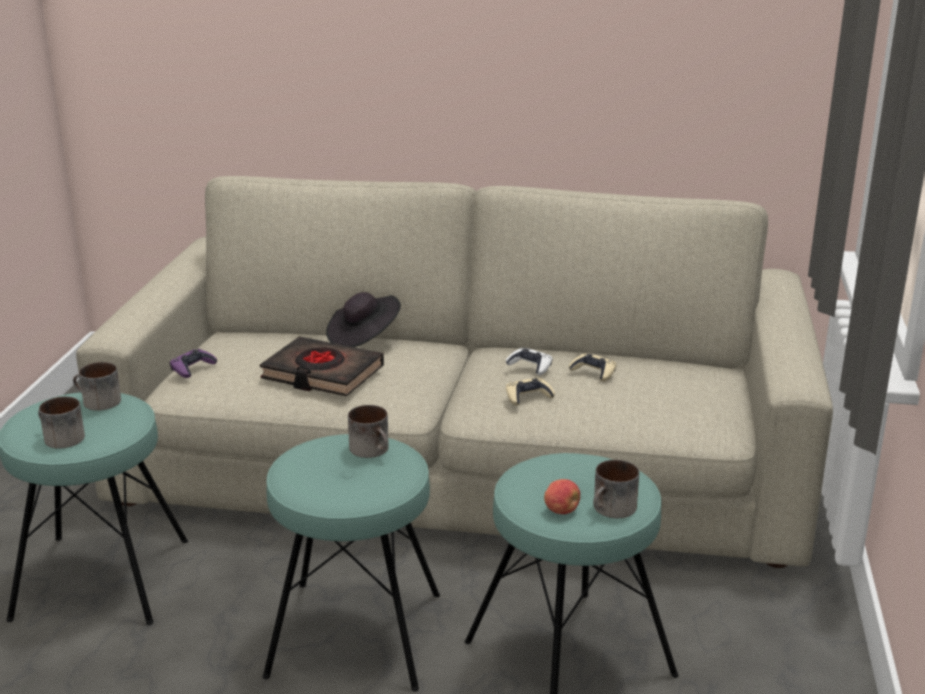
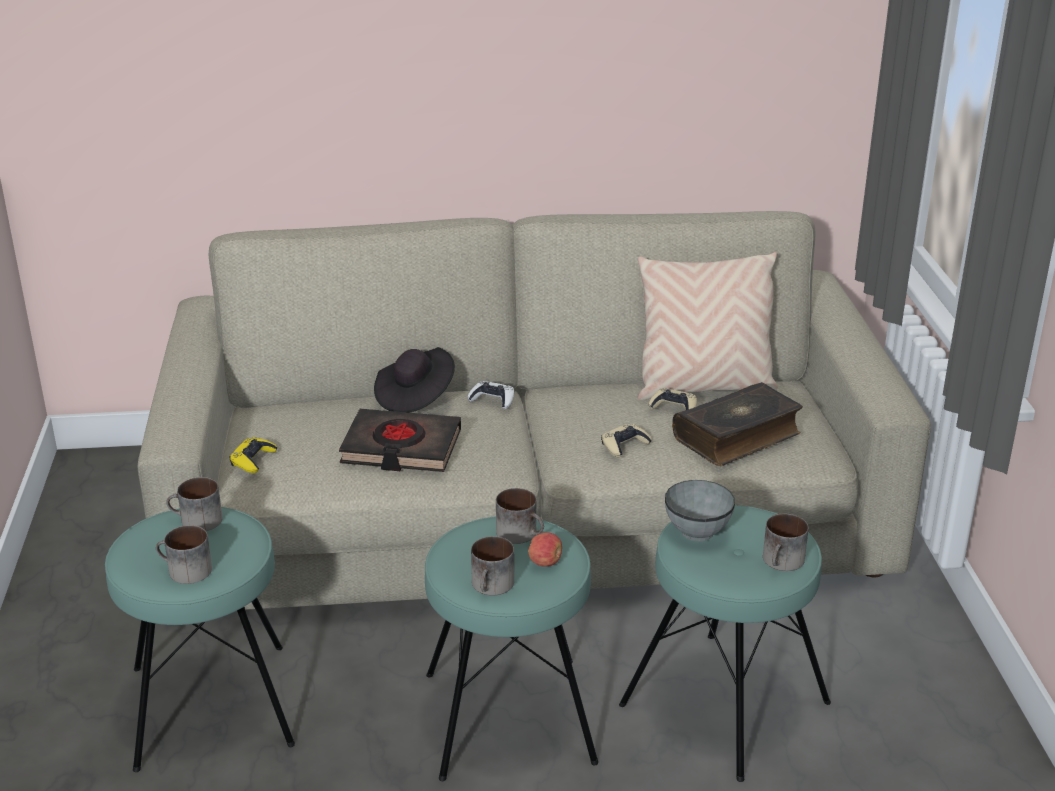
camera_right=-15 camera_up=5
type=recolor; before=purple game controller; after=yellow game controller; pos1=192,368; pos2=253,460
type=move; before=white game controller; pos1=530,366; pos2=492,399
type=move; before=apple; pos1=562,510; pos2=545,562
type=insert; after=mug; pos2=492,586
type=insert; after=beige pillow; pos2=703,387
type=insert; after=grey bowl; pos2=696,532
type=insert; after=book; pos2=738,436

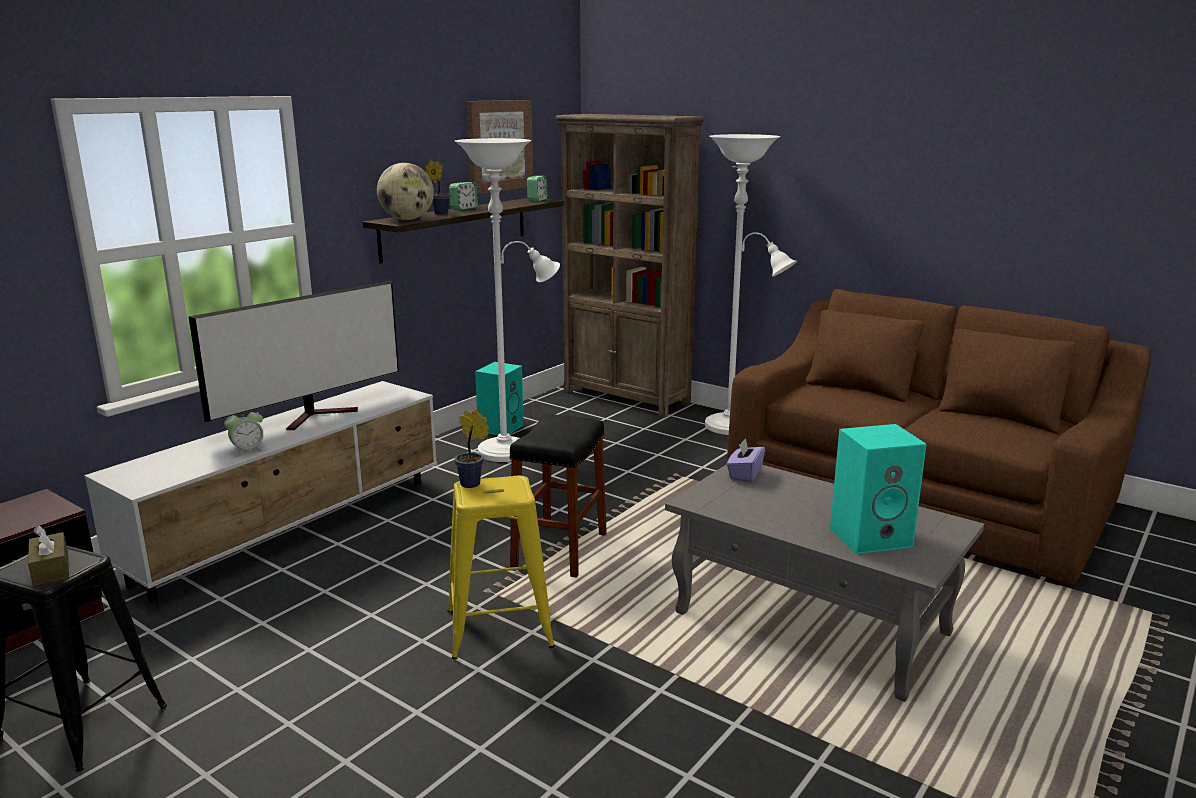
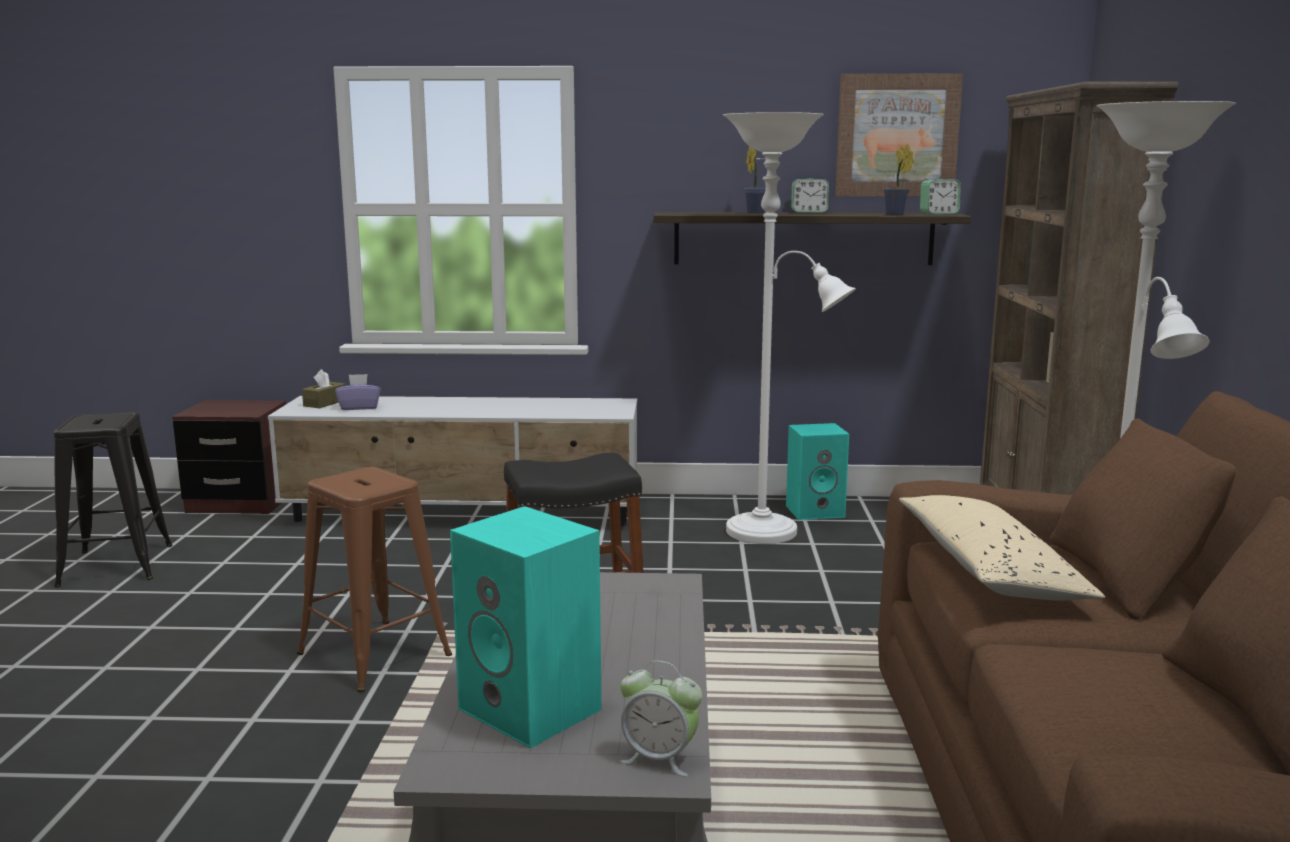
camera_right=55 camera_up=-5
type=move; before=brown tissue box; pos1=51,569; pos2=325,403
type=delete; before=television; pos1=318,416
type=move; before=alarm clock; pos1=248,451; pos2=659,759
type=delete; before=globe; pos1=407,219
type=recolor; before=yellow stool; after=brown stool; pos1=499,628; pos2=374,654
type=move; before=potted plant; pos1=473,484; pos2=896,214
type=move; before=purple tissue box; pos1=744,474; pos2=359,407
type=insert; after=beige pillow; pos2=989,570

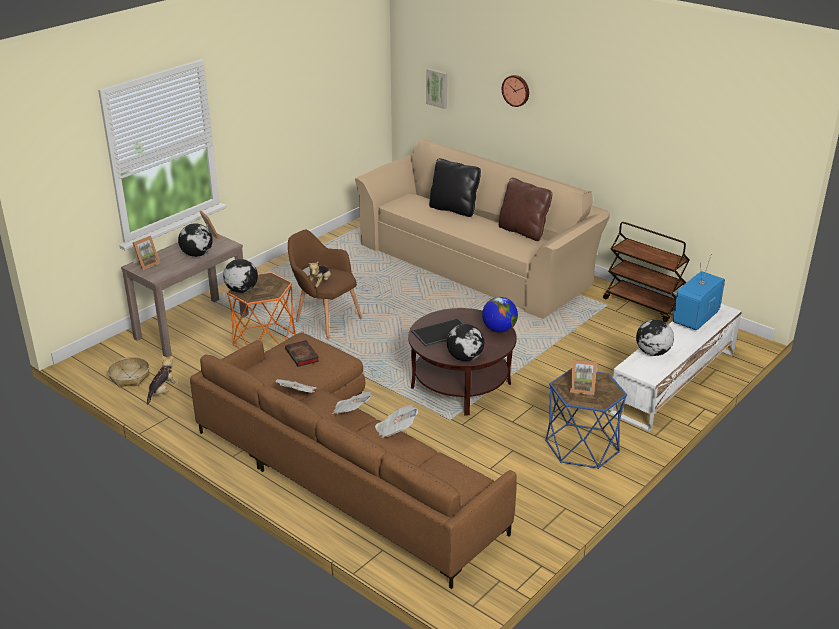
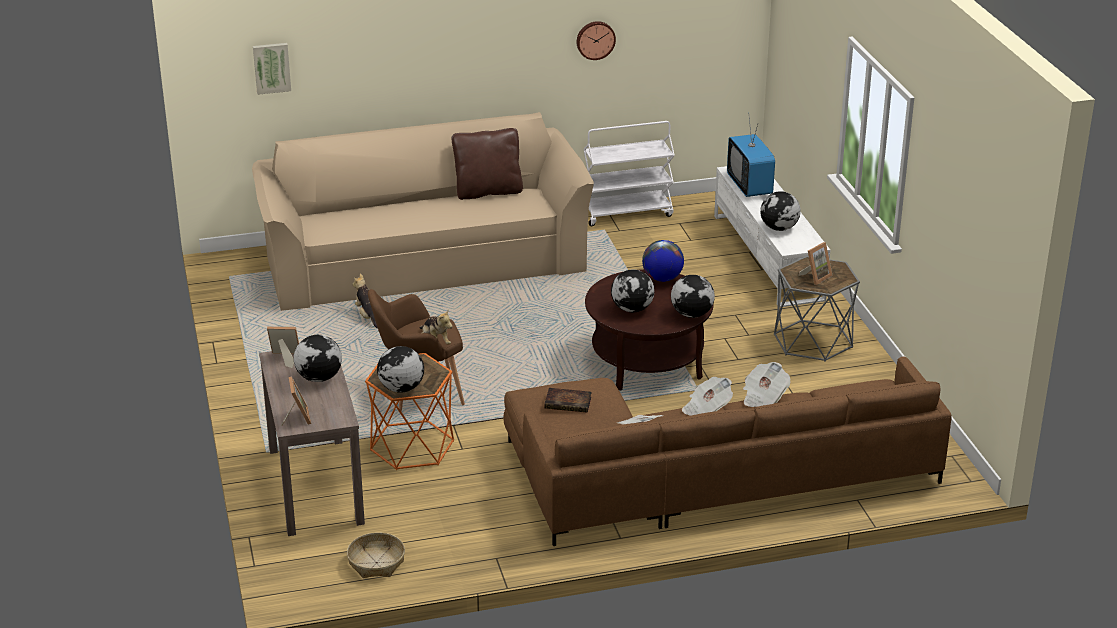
camera_right=-55 camera_up=0
type=move; before=plush toy; pos1=163,392; pos2=368,316
type=replace; before=tray; after=globe; pos1=442,333; pos2=632,309
type=delete; before=black pillow; pos1=454,209
type=move; before=wall clock; pos1=516,90; pos2=595,39
type=recolor; before=blue side table; after=grey side table; pos1=581,446; pos2=813,341
type=recolor; before=brown cart; after=white cart; pos1=643,305; pos2=627,213

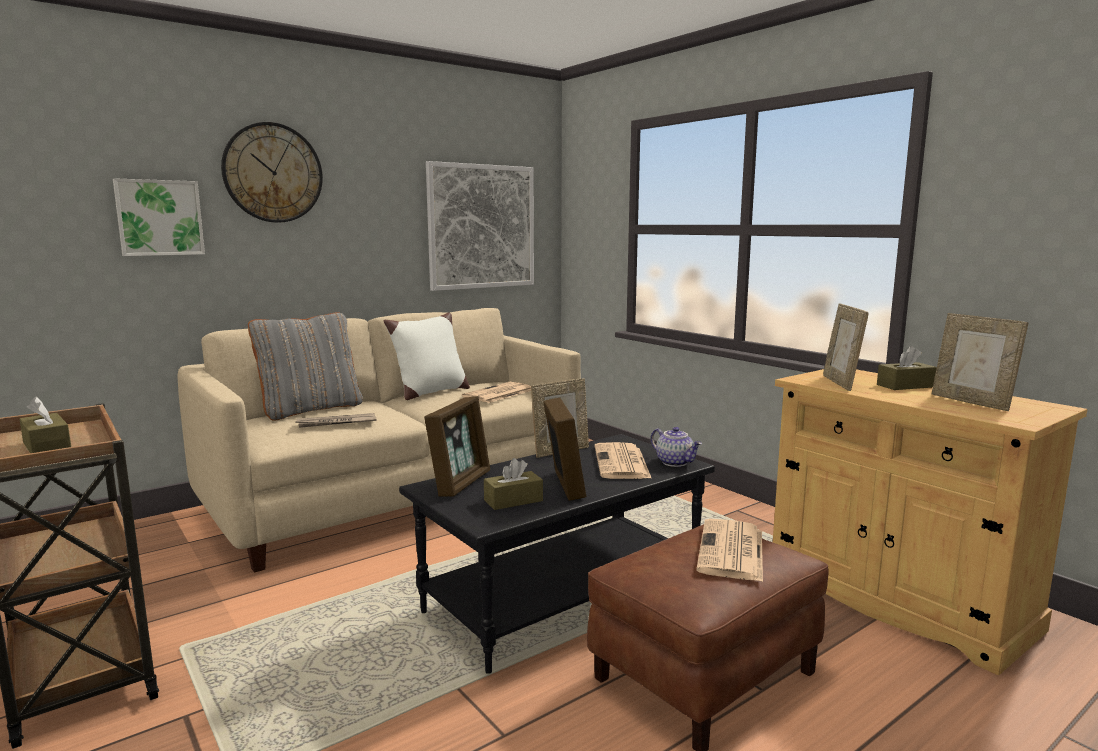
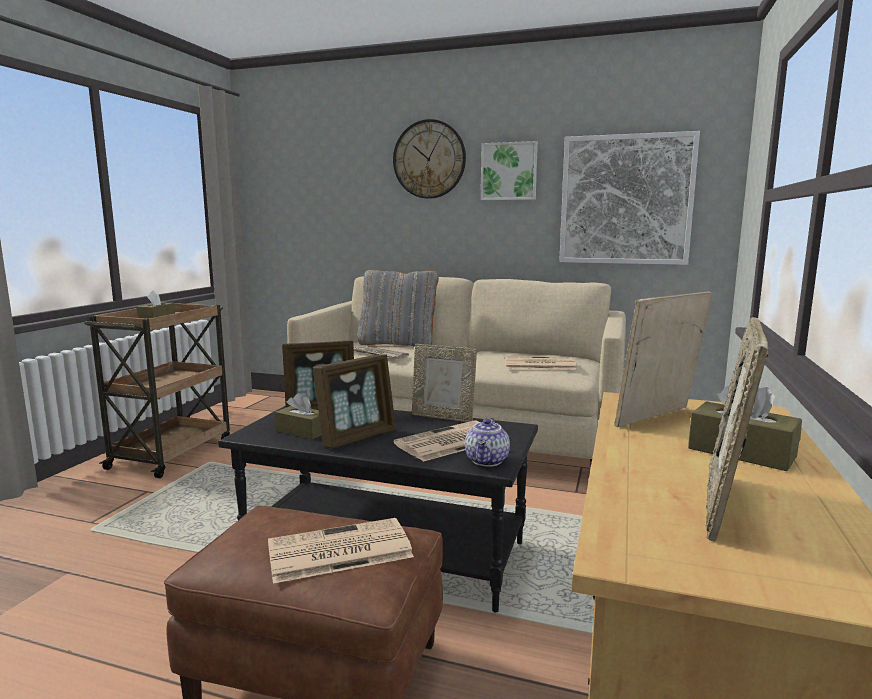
camera_right=55 camera_up=0
type=move; before=picture; pos1=159,218; pos2=509,171
type=delete; before=white pillow; pos1=430,392

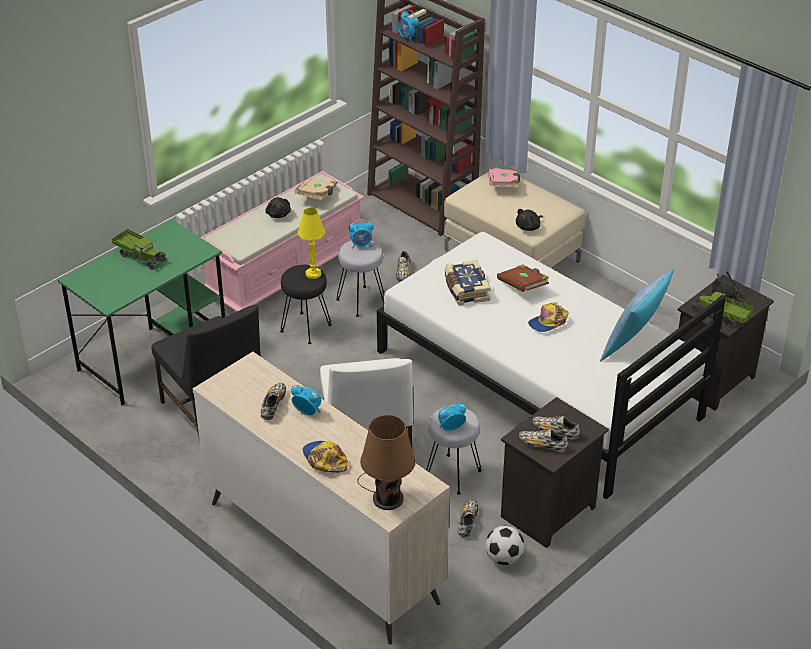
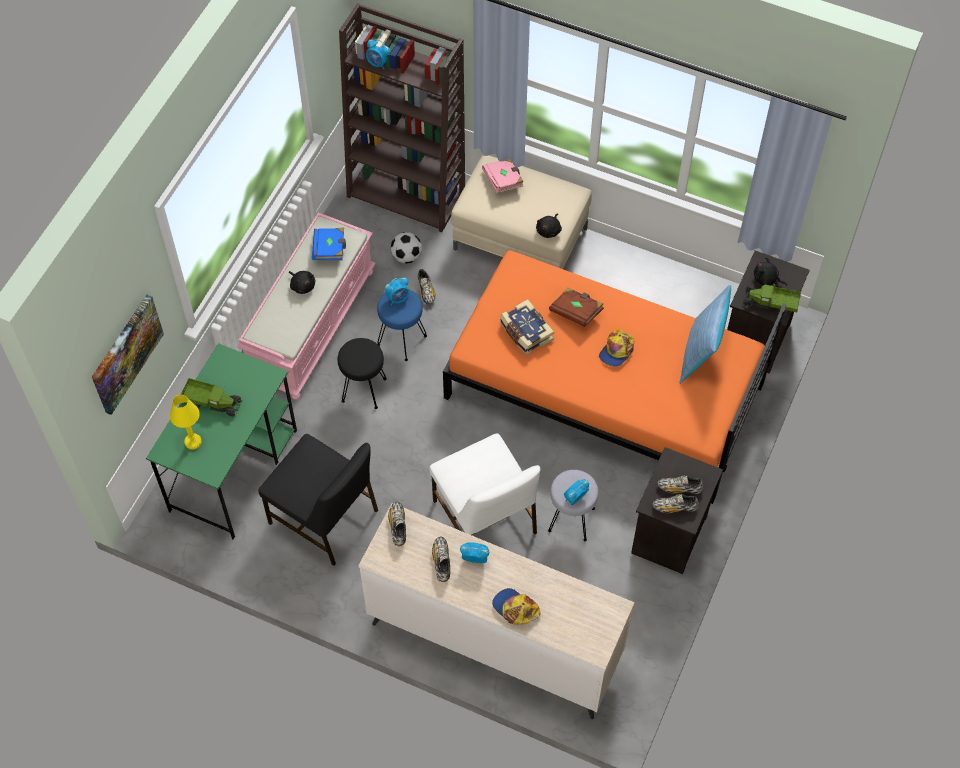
camera_right=-20 camera_up=20
type=recolor; before=beige book; after=blue book; pos1=317,196; pos2=330,250
type=move; before=yellow table lamp; pos1=313,274; pos2=193,442
type=recolor; before=grey stool; after=blue stool; pos1=362,301; pos2=402,339
type=delete; before=brown table lamp; pos1=386,496
type=recolor; before=white bed; after=orange bed; pos1=536,384; pos2=604,391
type=move; before=shoe; pos1=467,522; pos2=398,526
type=move; before=football; pos1=504,558; pos2=406,256
type=insert; after=picture; pos2=126,353

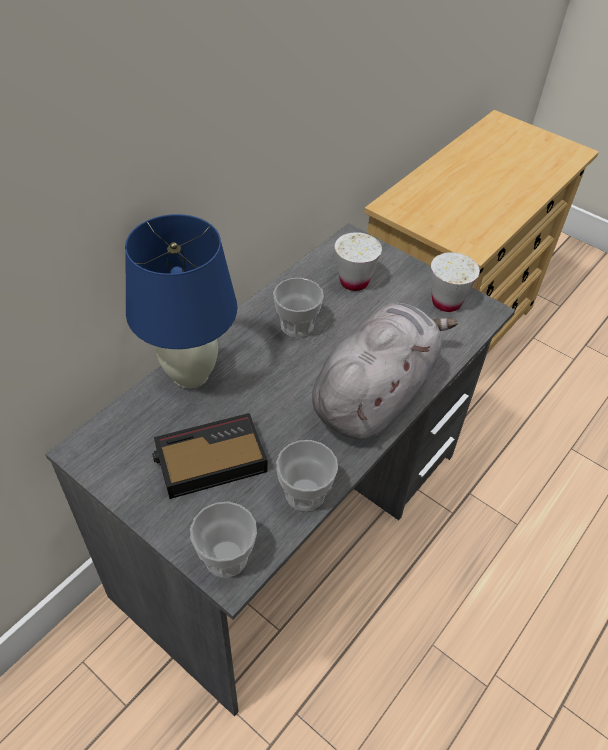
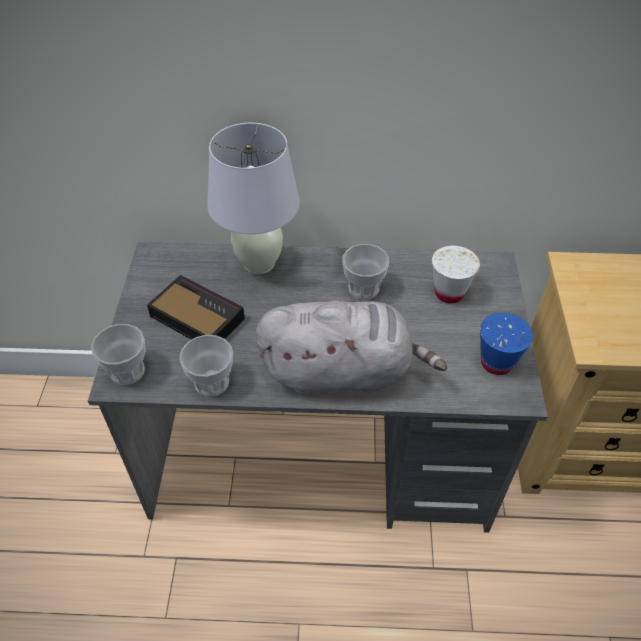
camera_right=55 camera_up=0
type=recolor; before=blue table lamp; after=white table lamp; pos1=190,375; pos2=258,263
type=recolor; before=white cup; after=blue cup; pos1=446,302; pos2=496,363

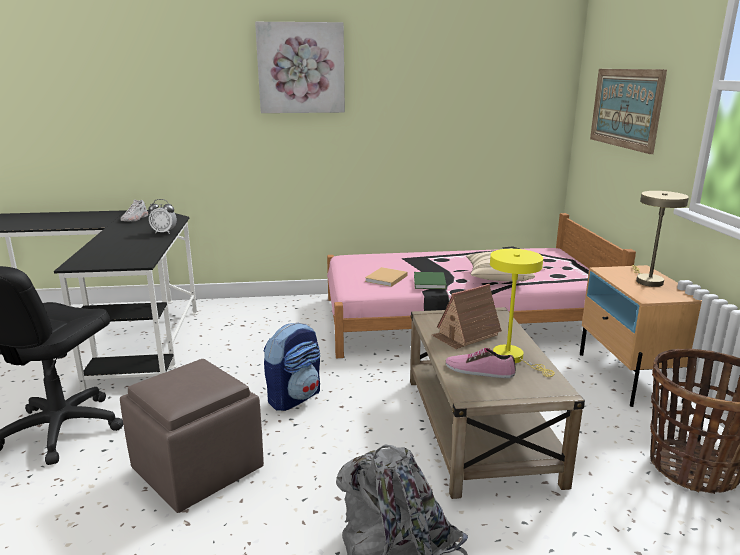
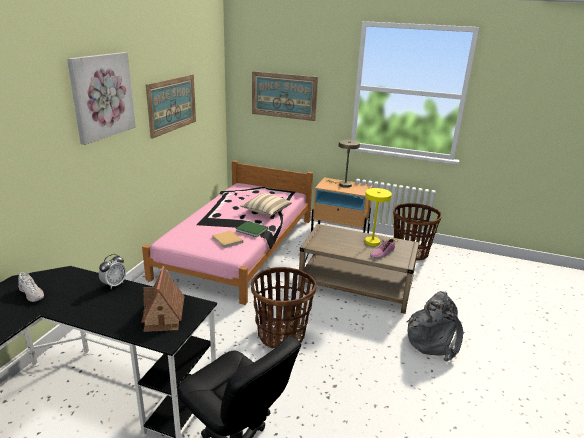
camera_right=-65 camera_up=5
type=delete; before=brown ottoman; pos1=199,469
type=replace; before=backpack; after=basket; pos1=294,397; pos2=281,334
type=move; before=toy house; pos1=465,335; pos2=163,315
type=insert; after=picture; pos2=172,104

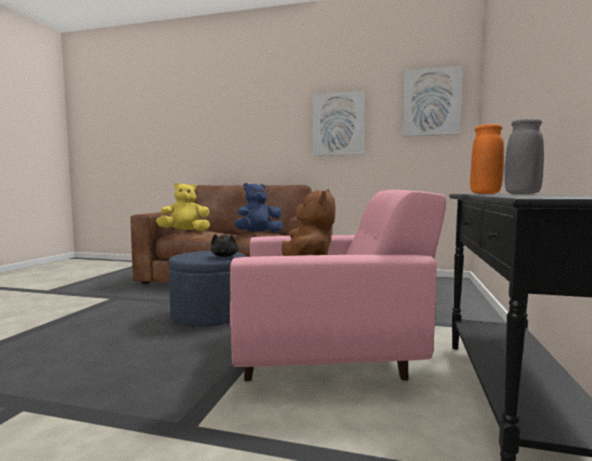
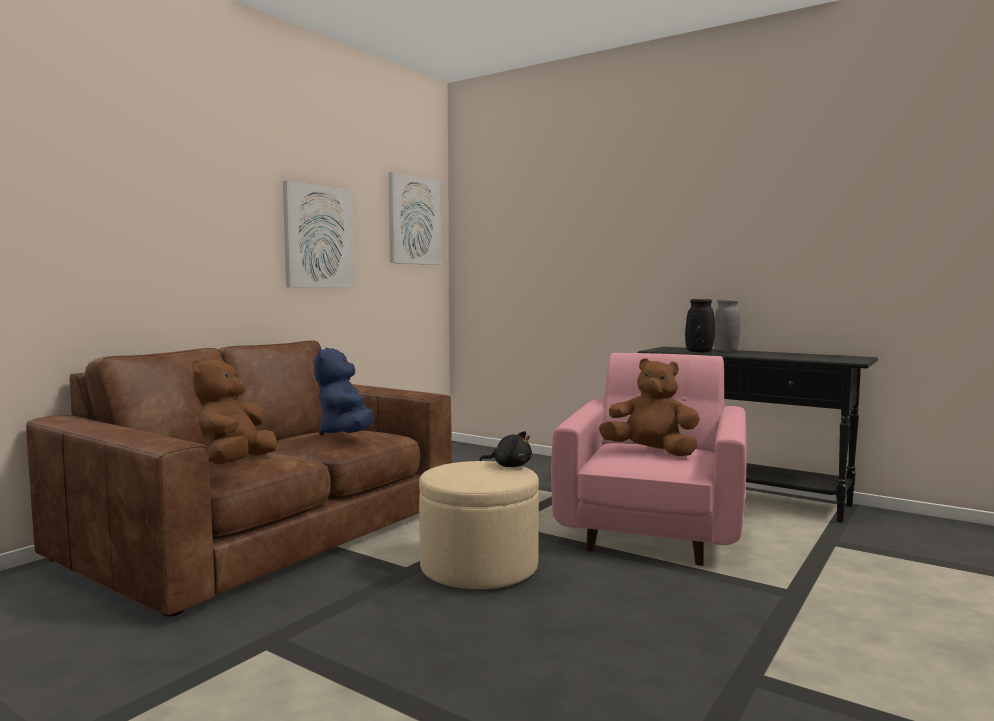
camera_right=-70 camera_up=0
type=recolor; before=yellow plush toy; after=brown plush toy; pos1=185,231; pos2=235,464
type=recolor; before=blue ottoman; after=beige ottoman; pos1=209,315; pos2=479,567
type=recolor; before=orange vase; after=black vase; pos1=485,193; pos2=699,352

